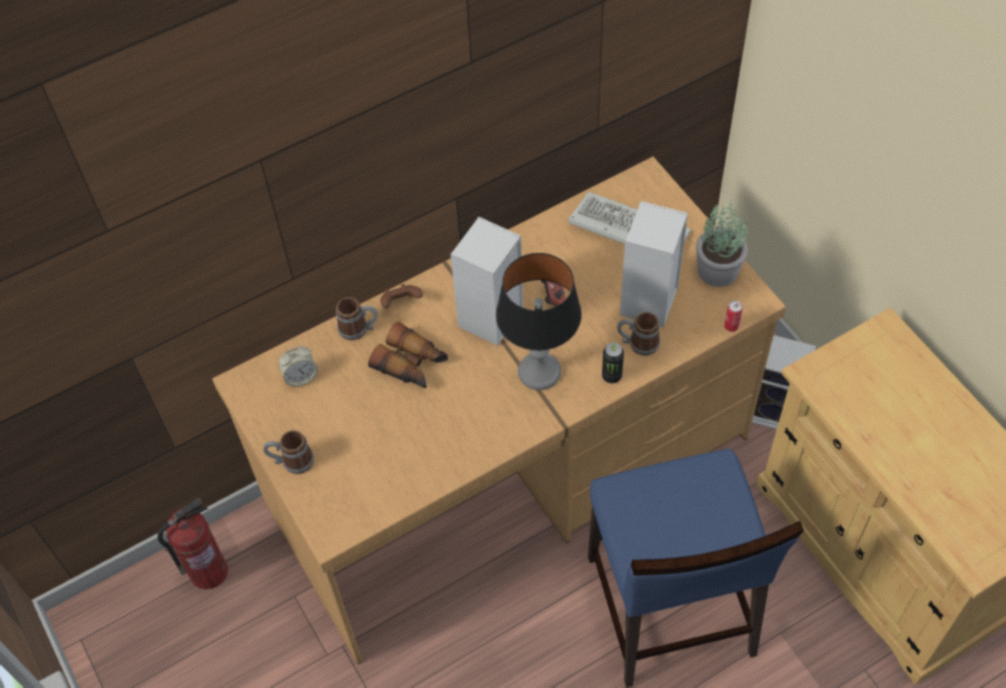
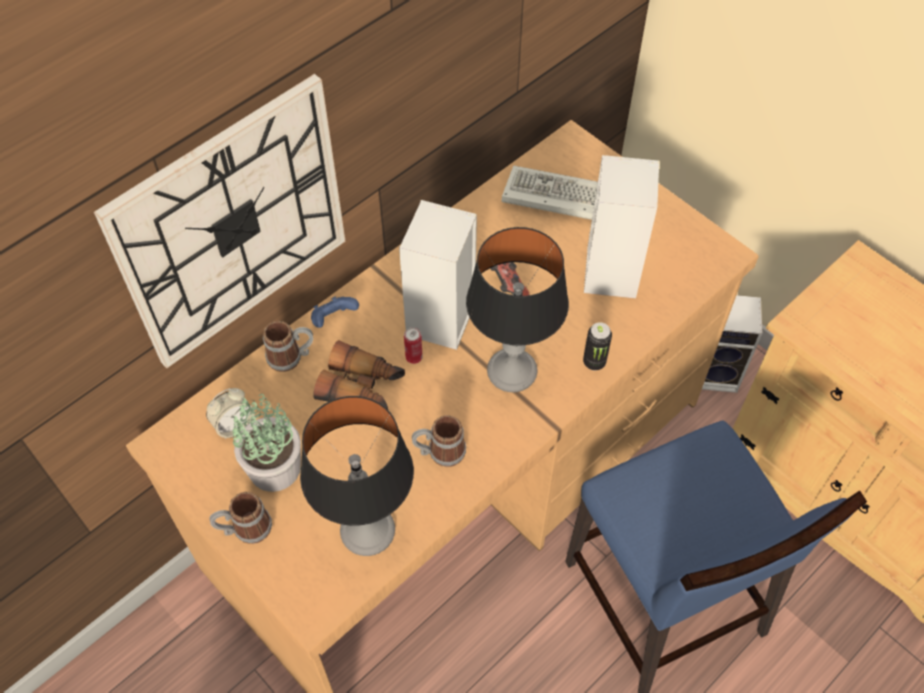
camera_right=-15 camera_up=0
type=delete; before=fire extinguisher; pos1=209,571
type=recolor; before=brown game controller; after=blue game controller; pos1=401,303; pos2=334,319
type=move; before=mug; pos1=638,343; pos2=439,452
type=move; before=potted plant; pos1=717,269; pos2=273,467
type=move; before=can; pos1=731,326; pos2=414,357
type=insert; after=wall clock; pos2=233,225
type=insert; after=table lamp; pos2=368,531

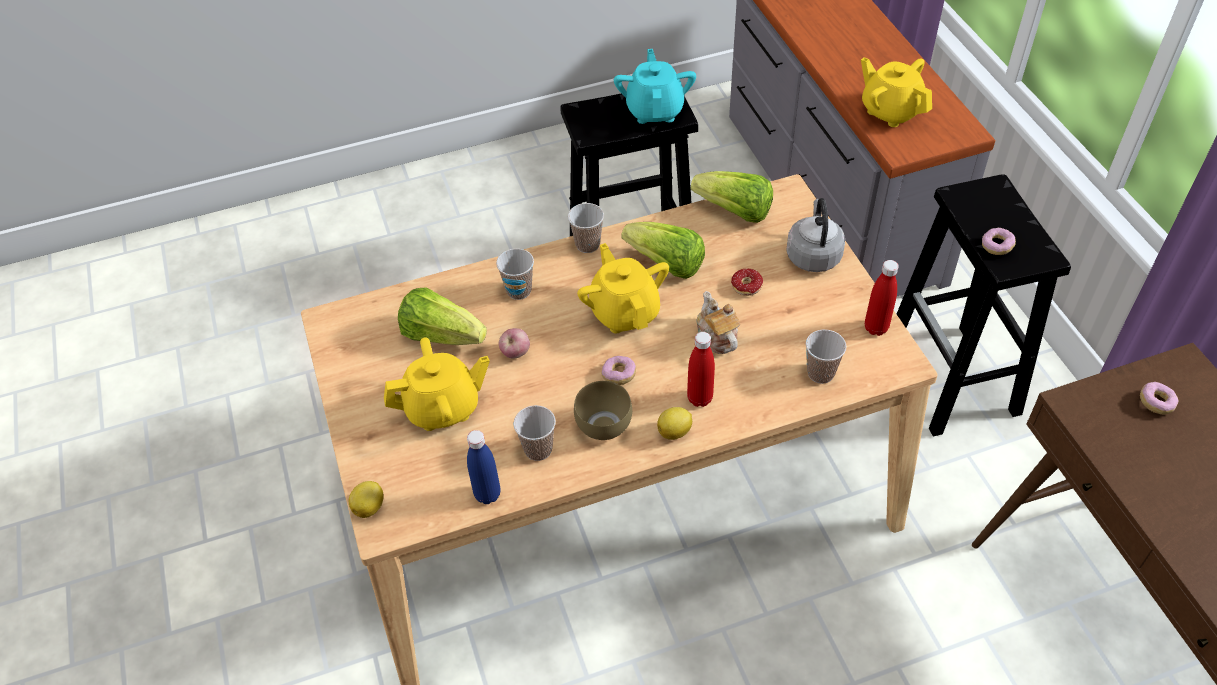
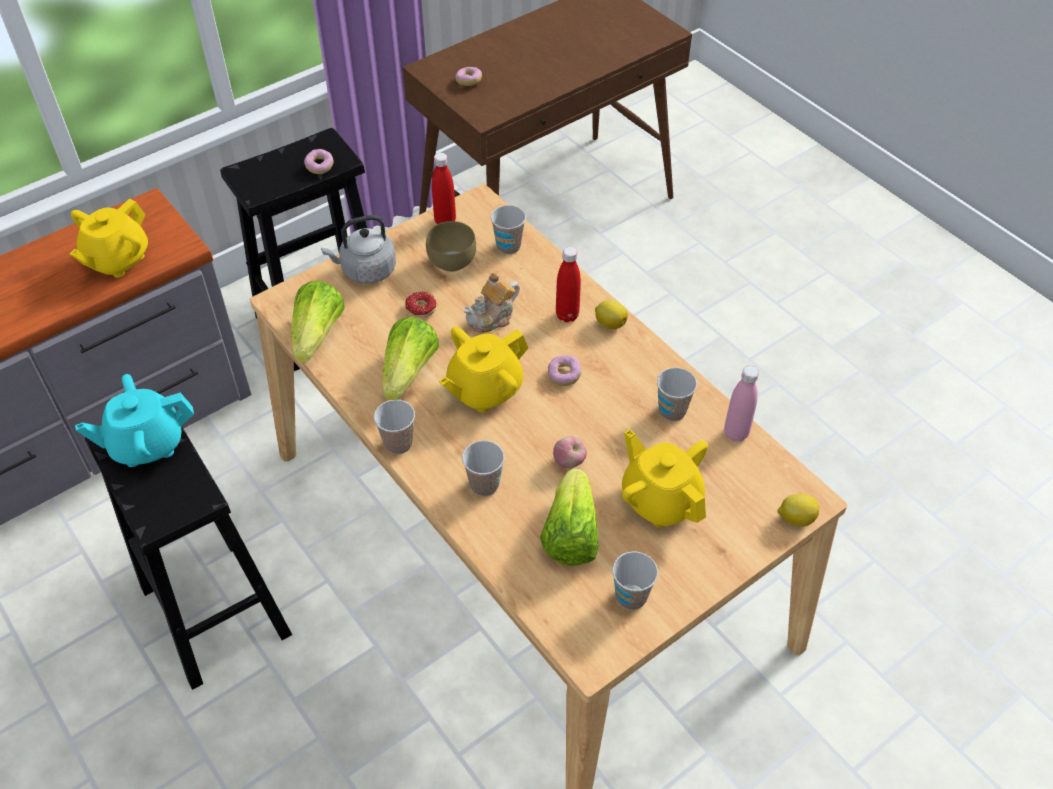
camera_right=-110 camera_up=0
type=recolor; before=blue bottle; after=pink bottle; pos1=487,494; pos2=736,433
type=move; before=brown bowl; pos1=602,427; pos2=453,263
type=insert; after=cup; pos2=631,597

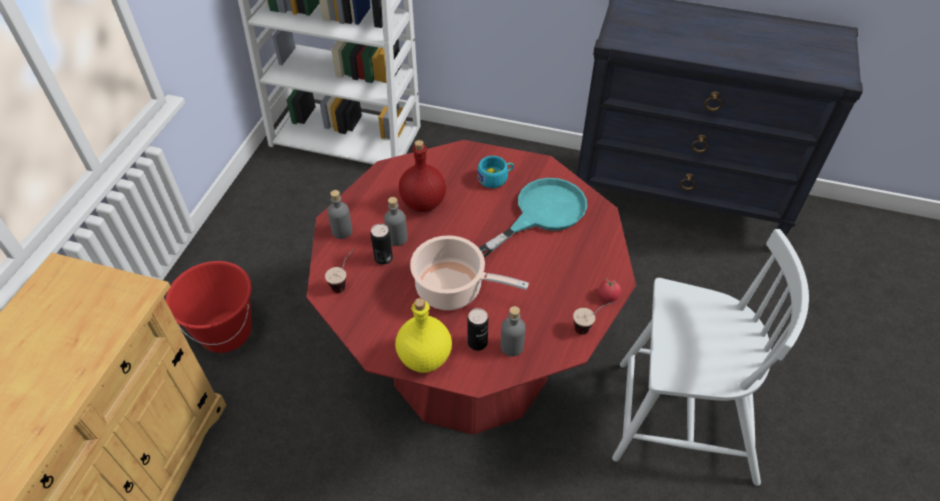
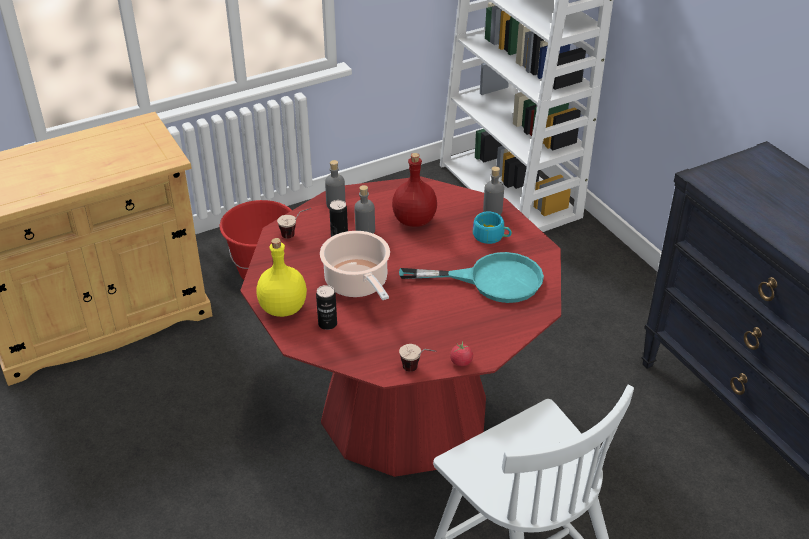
camera_right=45 camera_up=-10
type=move; before=grey bottle; pos1=511,346; pos2=492,211

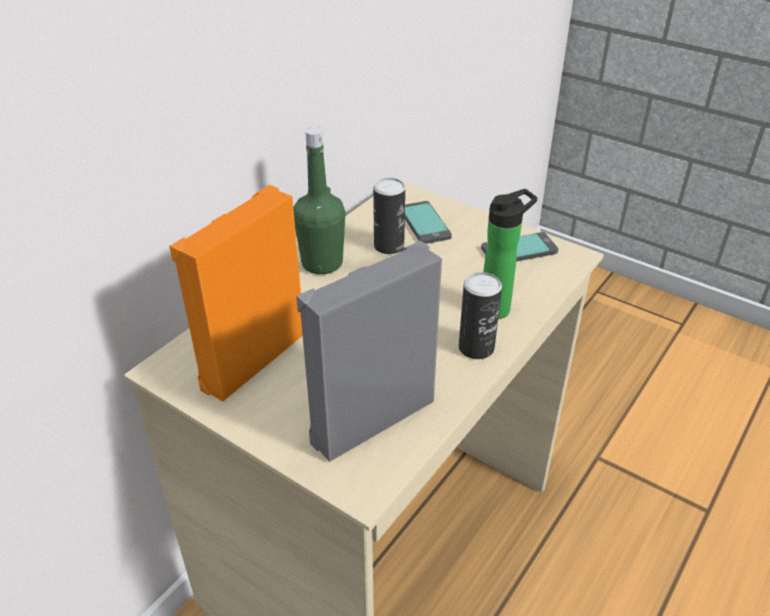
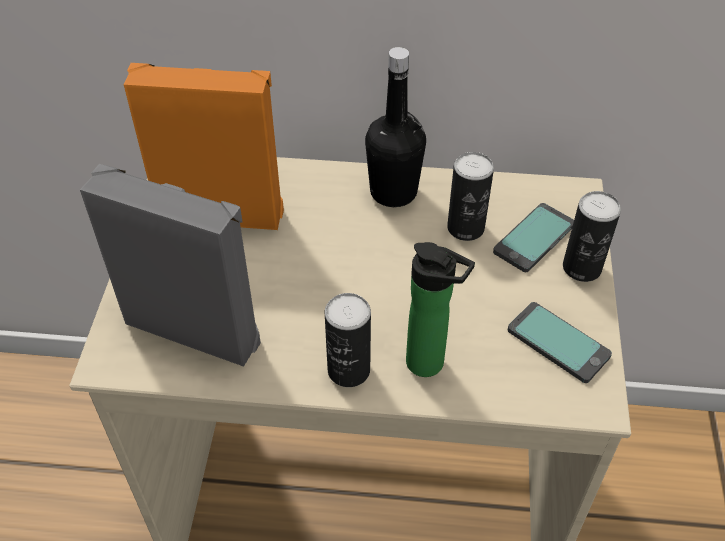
camera_right=60 camera_up=10
type=recolor; before=green bottle; after=black bottle; pos1=322,263; pos2=393,192
type=insert; after=can; pos2=582,267

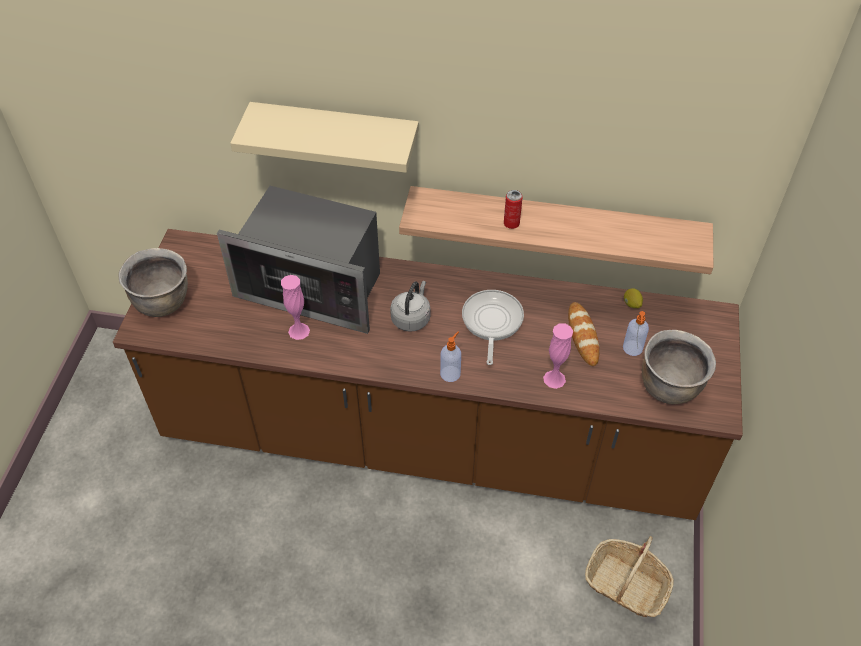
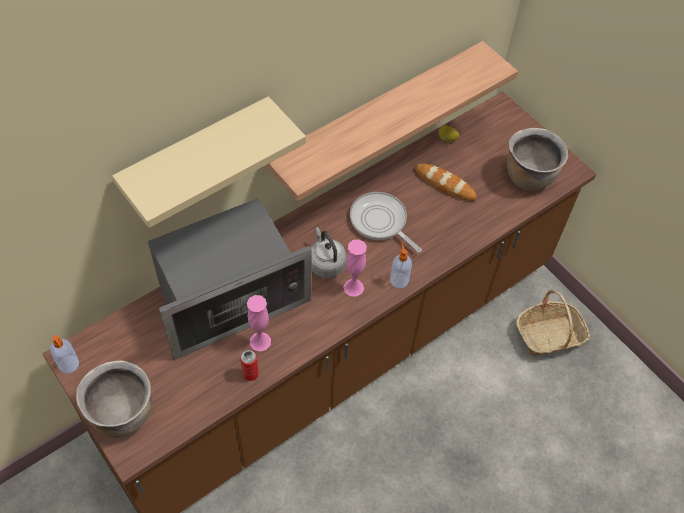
camera_right=-50 camera_up=5
type=move; before=can; pos1=511,223; pos2=250,374
type=move; before=pink vase; pos1=554,379; pos2=353,287
type=move; before=soap dispenser; pos1=632,349; pos2=69,365

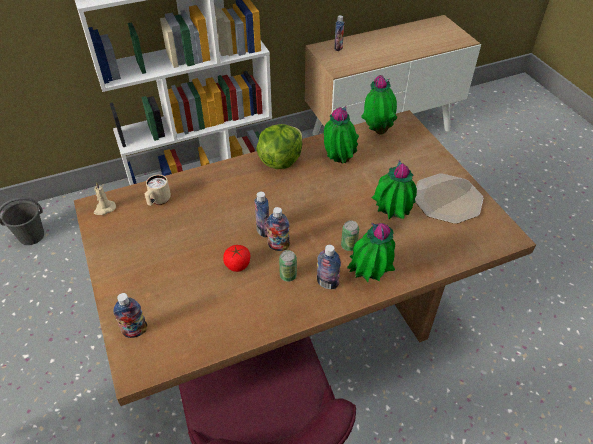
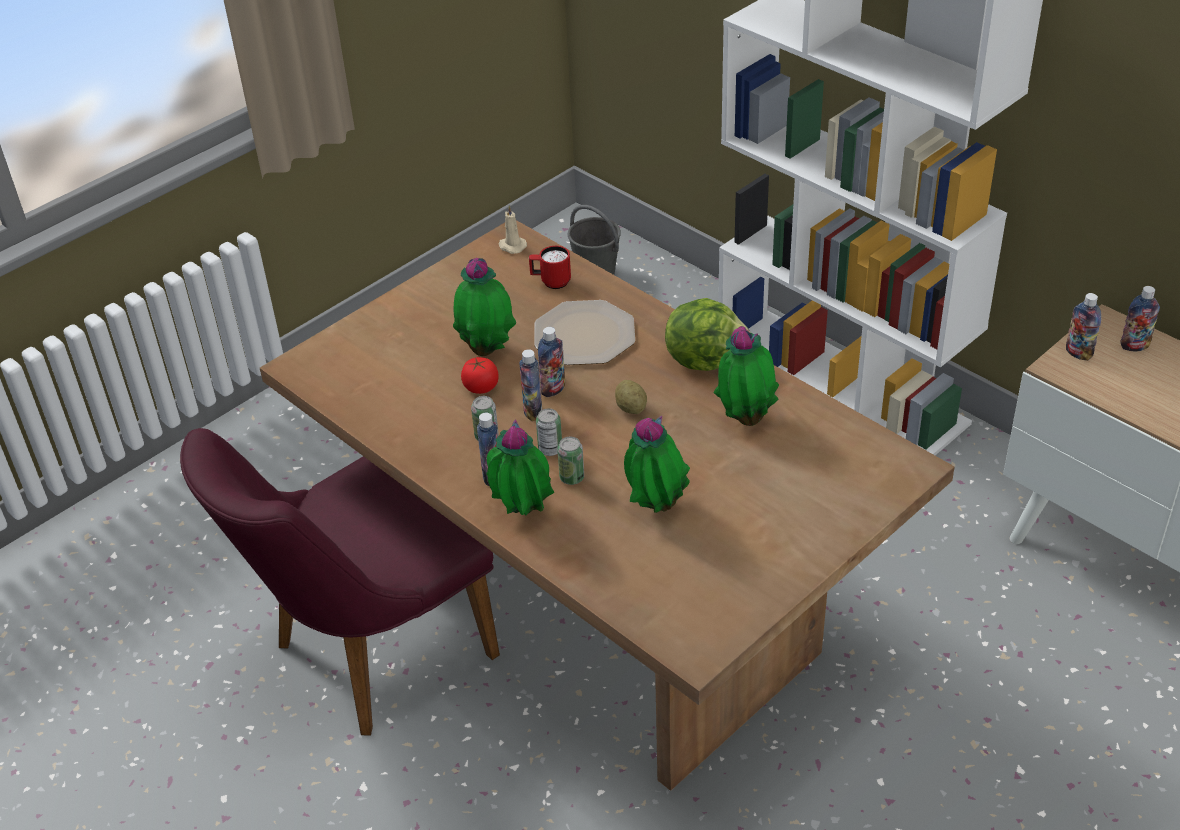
camera_right=70 camera_up=-5
type=move; before=bottle; pos1=135,331; pos2=1078,353
type=recolor; before=beige mug; after=red mug; pos1=158,201; pos2=551,282
type=move; before=potted plant; pos1=377,131; pos2=487,349
type=move; before=plate; pos1=448,199; pos2=584,336
type=insert; after=can; pos2=550,449
type=insert; after=potato; pos2=631,408

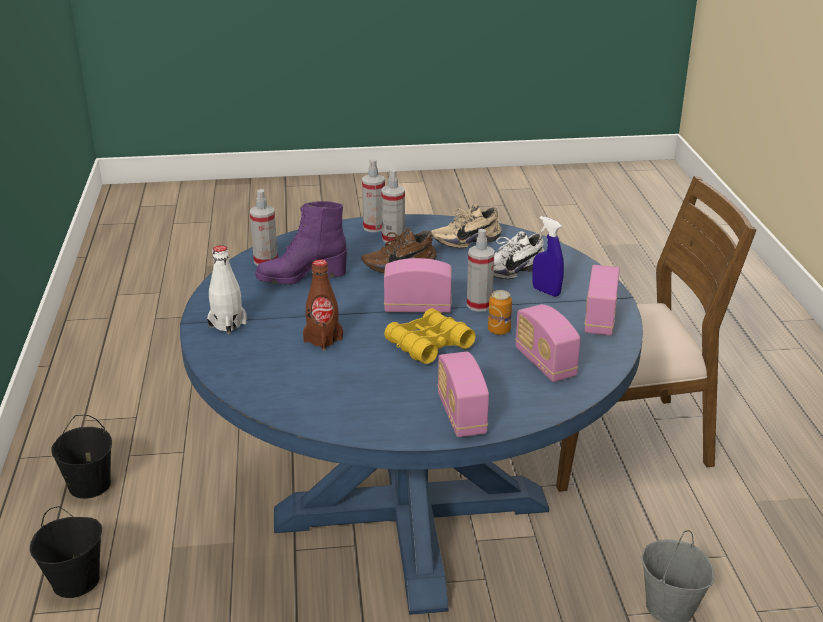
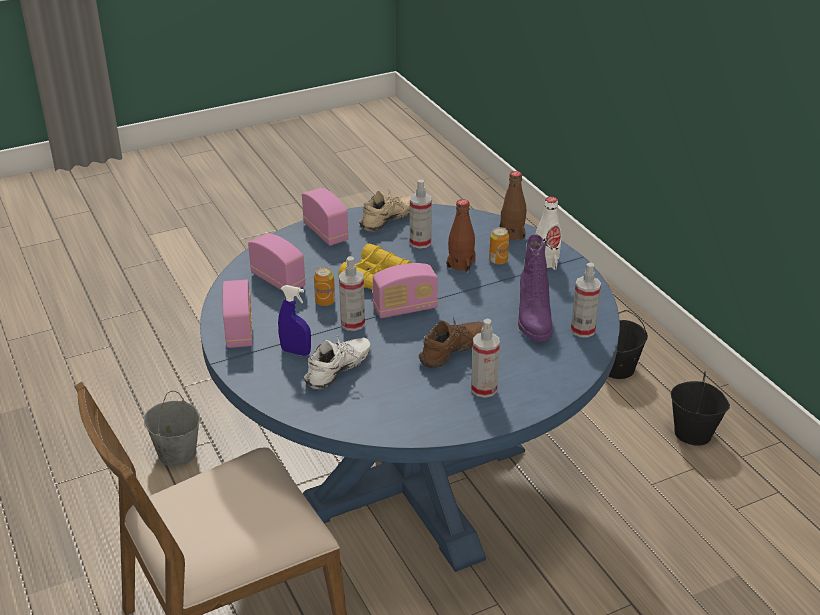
camera_right=160 camera_up=5
type=rotate; before=purple boot; pos1=301,277; pos2=532,319; turn=120
type=move; before=spray bottle; pos1=374,227; pos2=420,242
type=move; before=beige shoe; pos1=465,240; pos2=389,221
type=insert; after=can; pos2=498,260
type=insert; after=brown bottle; pos2=512,234

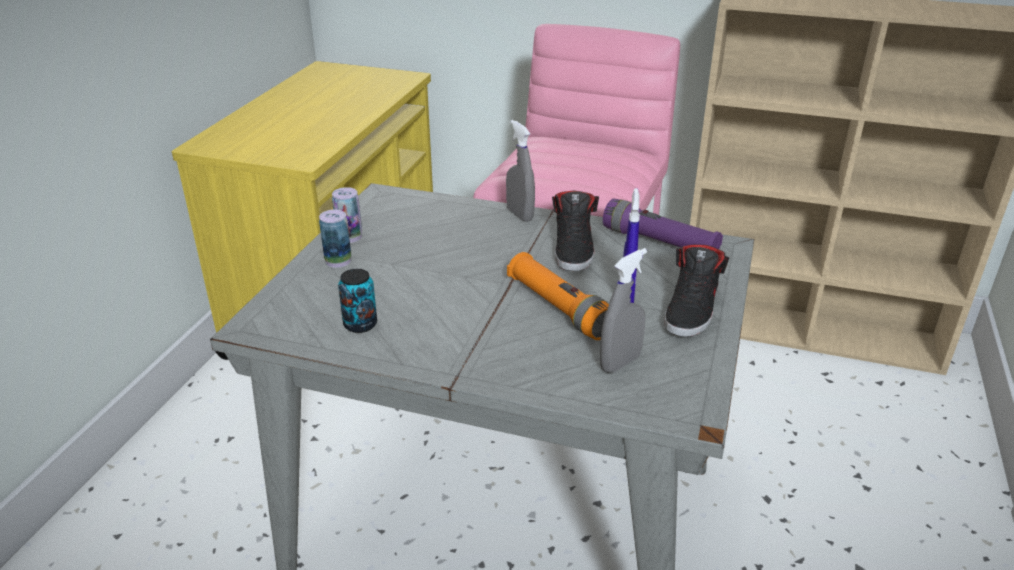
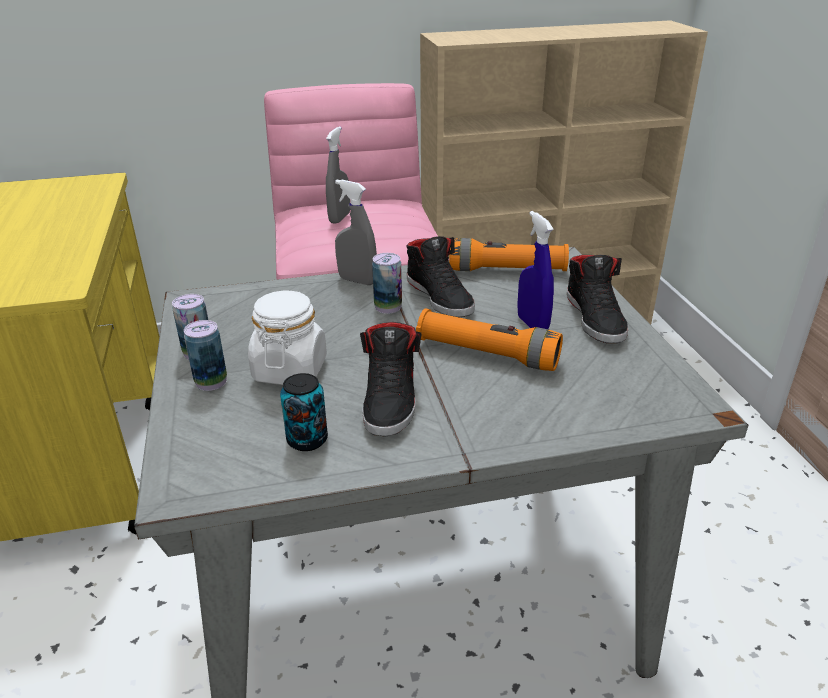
camera_right=-30 camera_up=0
type=move; before=grey spray bottle; pos1=620,363; pos2=339,218
type=recolor; before=purple flashlight; after=orange flashlight; pos1=659,243; pos2=507,270
type=insert; after=white jar; pos2=290,369
type=insert; after=black shoe; pos2=391,398
type=insert; after=can; pos2=388,307

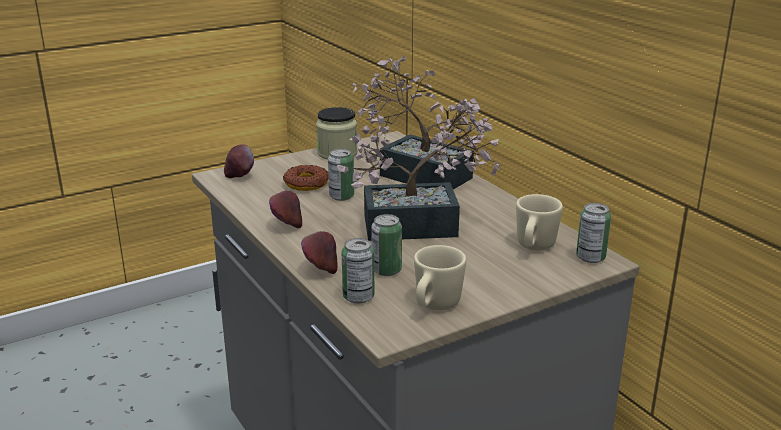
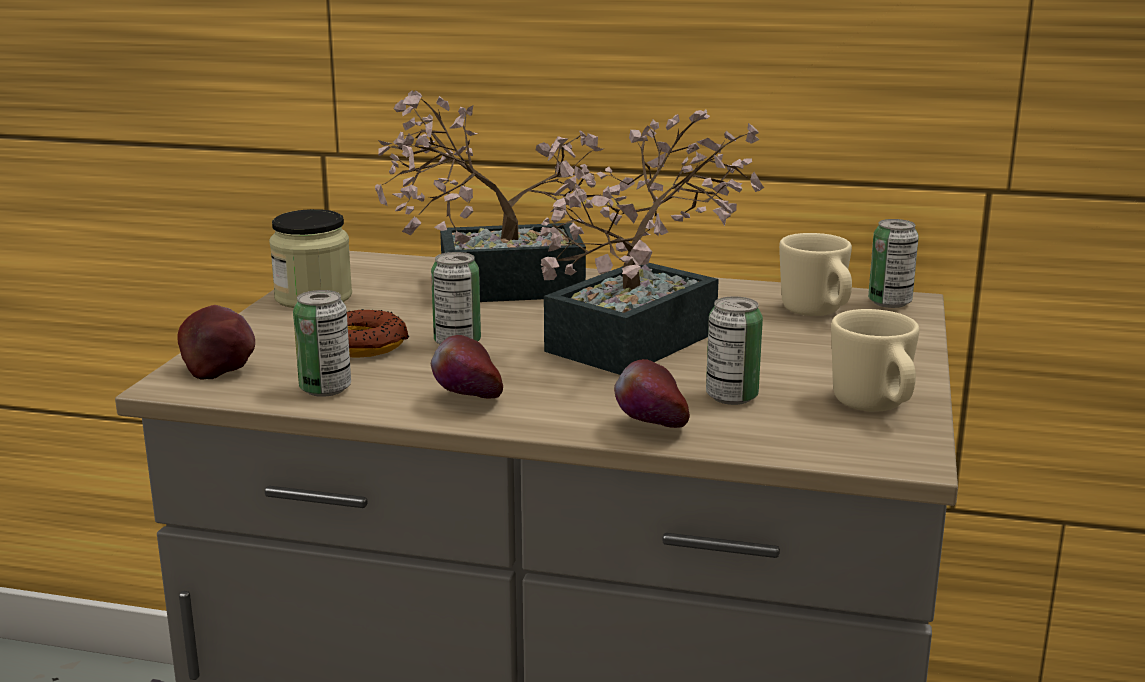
camera_right=-45 camera_up=-5
type=move; before=can; pos1=358,297; pos2=325,389

